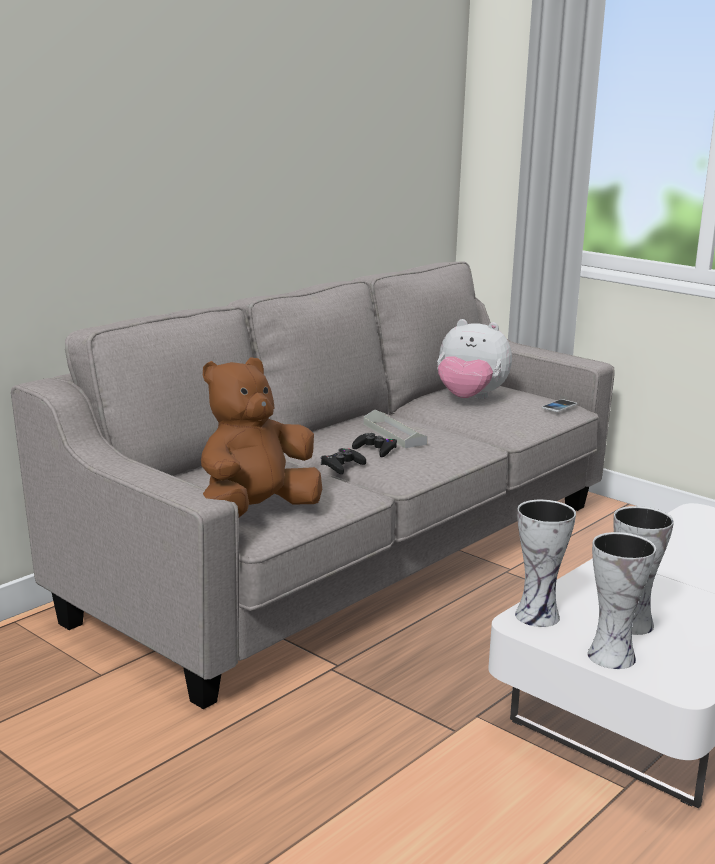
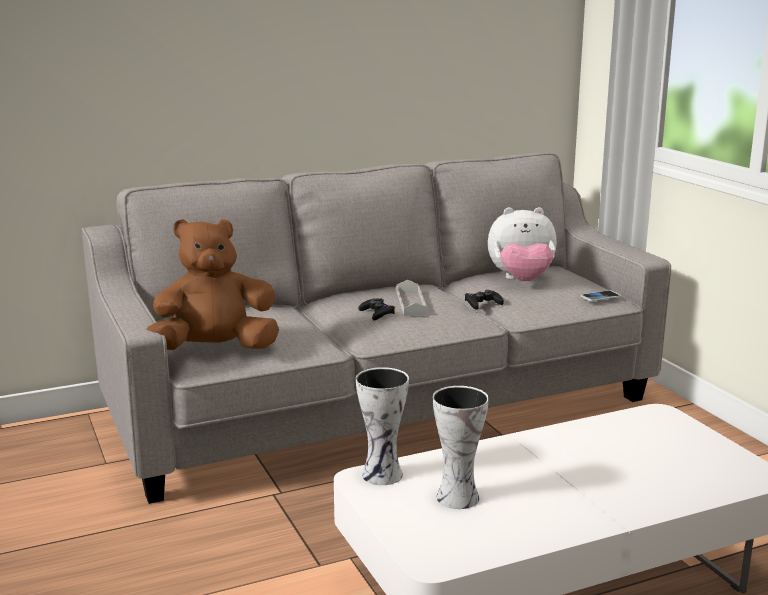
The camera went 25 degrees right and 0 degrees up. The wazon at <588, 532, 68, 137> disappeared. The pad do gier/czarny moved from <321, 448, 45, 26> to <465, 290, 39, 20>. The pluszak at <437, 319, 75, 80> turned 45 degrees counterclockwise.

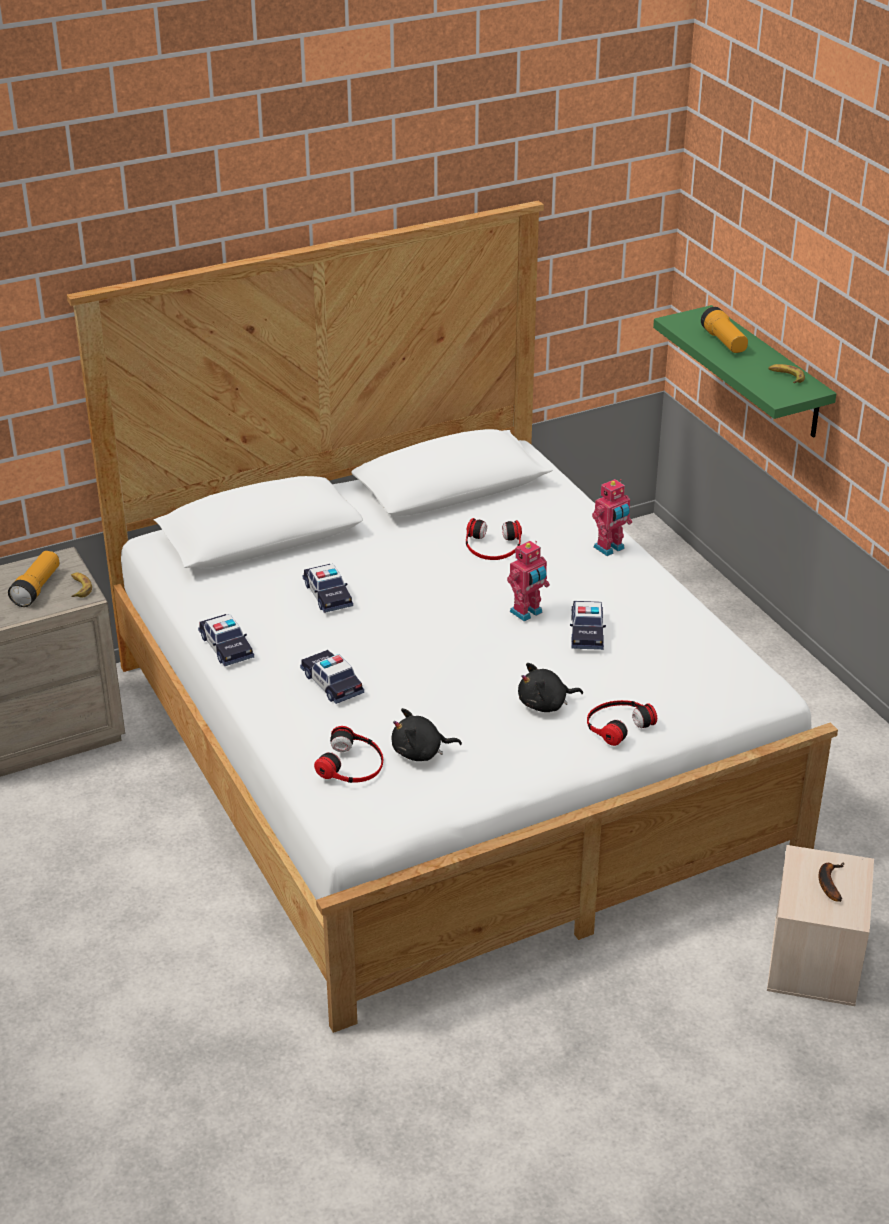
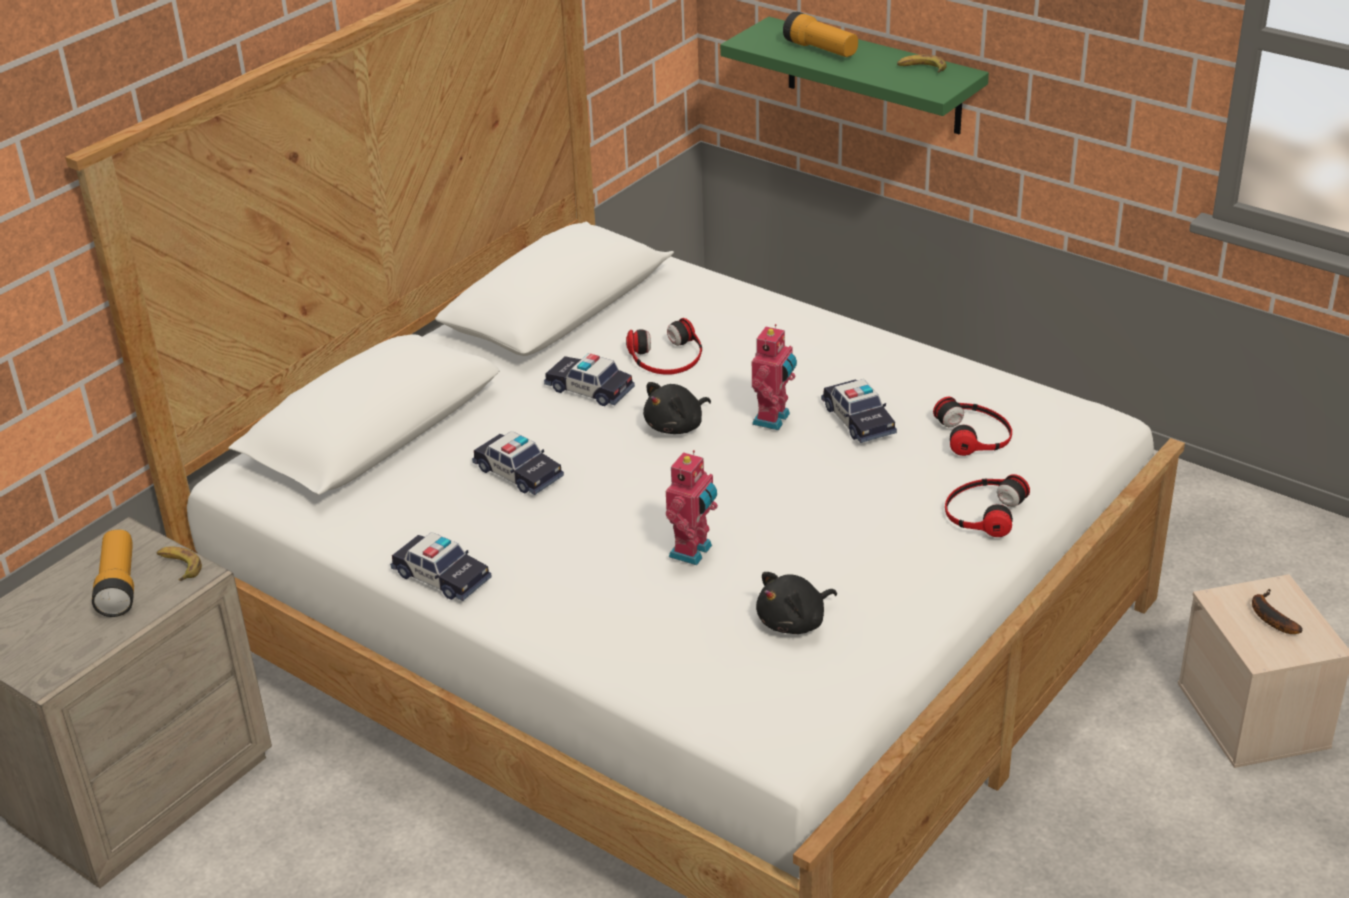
The camera went 25 degrees left and 0 degrees up. The samochodzik moved from <300, 650, 64, 54> to <544, 353, 91, 53>. The słuchawki moved from <314, 726, 69, 57> to <933, 397, 79, 59>. The pluszak/czarny moved from <518, 663, 65, 49> to <643, 382, 68, 52>. The robot zabawkowy moved from <592, 479, 40, 77> to <666, 450, 52, 115>.

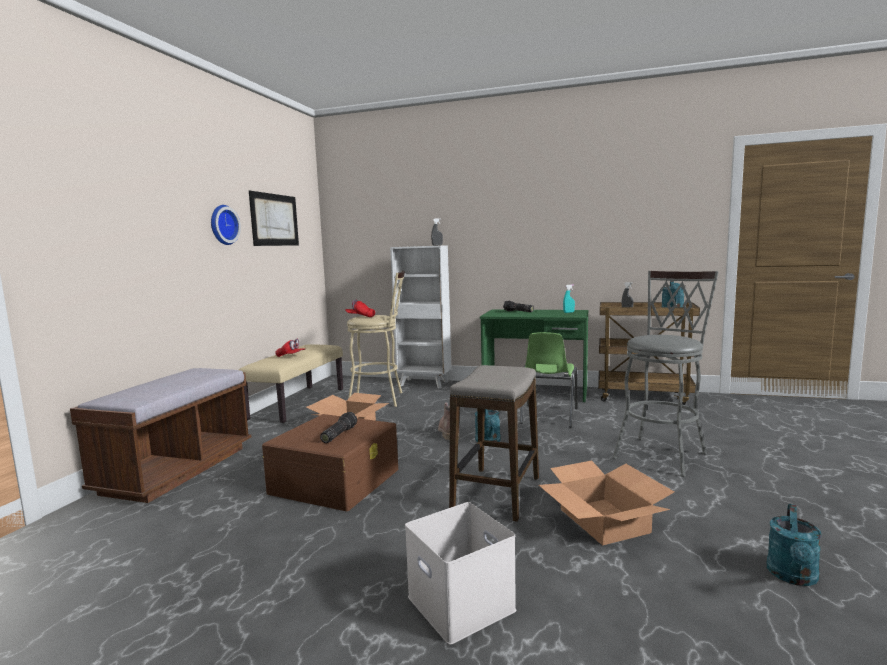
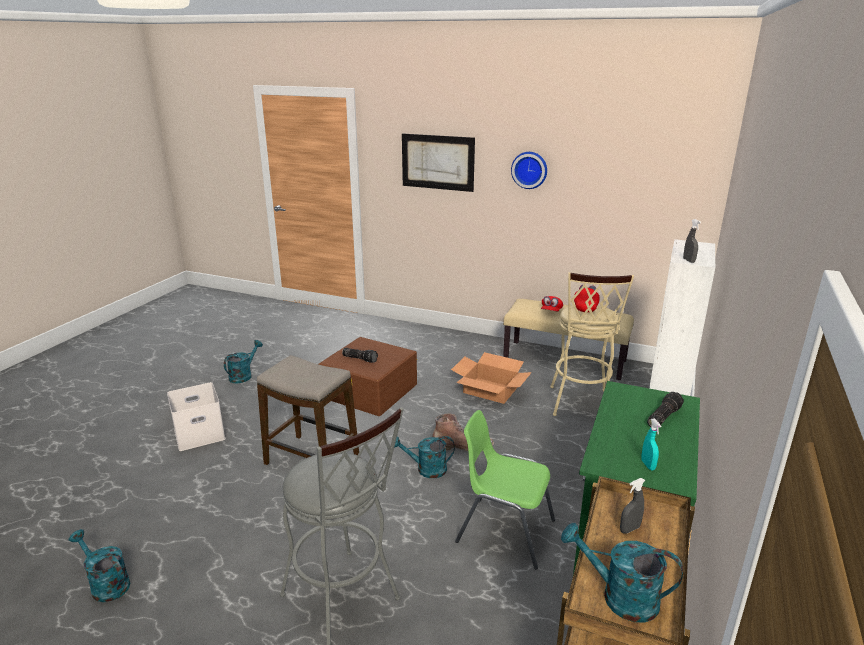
The camera went 95 degrees right and 15 degrees up. The ławka/brązowy at <70, 368, 181, 135> disappeared. The karton at <539, 461, 135, 85> disappeared. The konewka/turkusowy at <224, 340, 39, 43> appeared. The obraz moved from <249, 191, 50, 55> to <402, 133, 73, 59>.

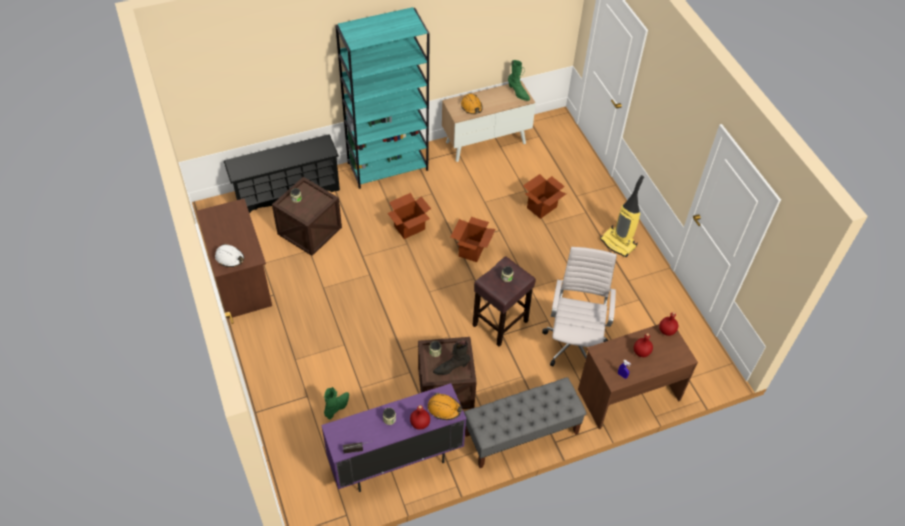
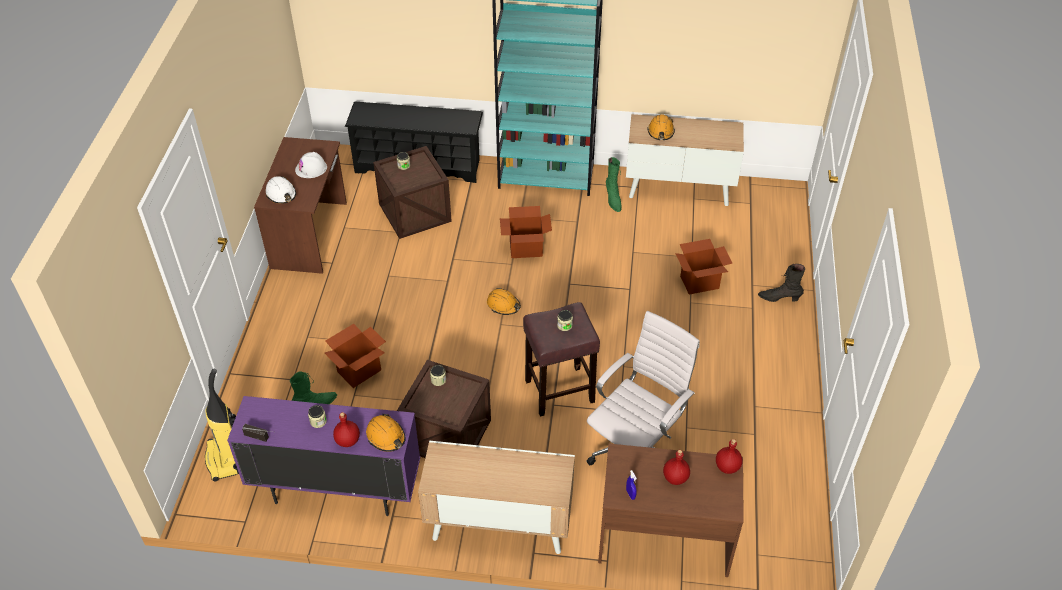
The camera went 30 degrees right and 5 degrees down. The kask/biały at <295, 152, 32, 26> appeared. The kask/pomarańczowy at <487, 288, 34, 27> appeared. The but z cholewką/czarny moved from <433, 340, 37, 35> to <758, 264, 47, 38>. The karton moved from <450, 217, 46, 45> to <325, 324, 61, 64>. The but z cholewką/zielony moved from <508, 60, 22, 41> to <606, 157, 16, 55>. The odkurzacz moved from <600, 175, 44, 82> to <205, 369, 34, 112>. The ławka/szary at <464, 377, 123, 91> was replaced by the szafka at <418, 441, 157, 113>.

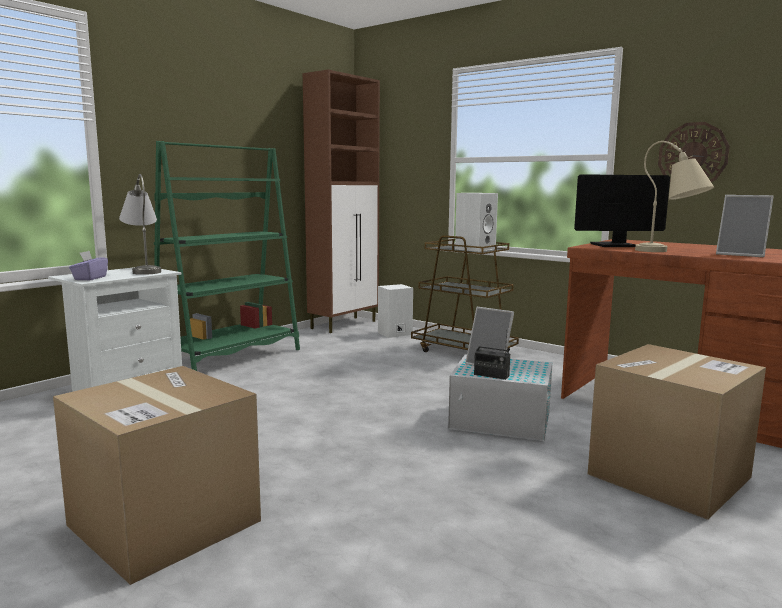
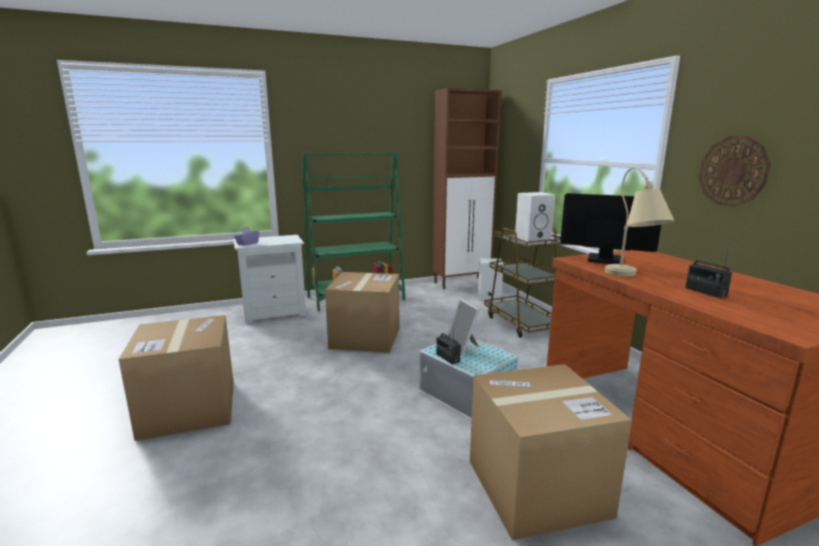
The camera went 30 degrees right and 5 degrees up. The lampa stołowa/szary at <119, 174, 42, 101> disappeared. The karton at <325, 272, 75, 81> appeared. The ramka na zdjęcie at <716, 195, 58, 62> was replaced by the radio at <685, 245, 47, 53>.

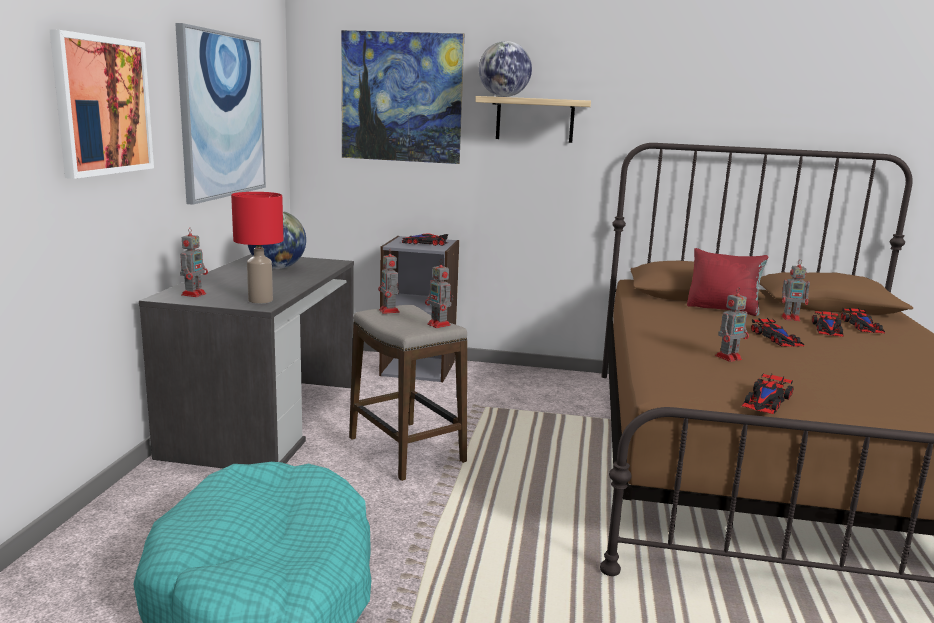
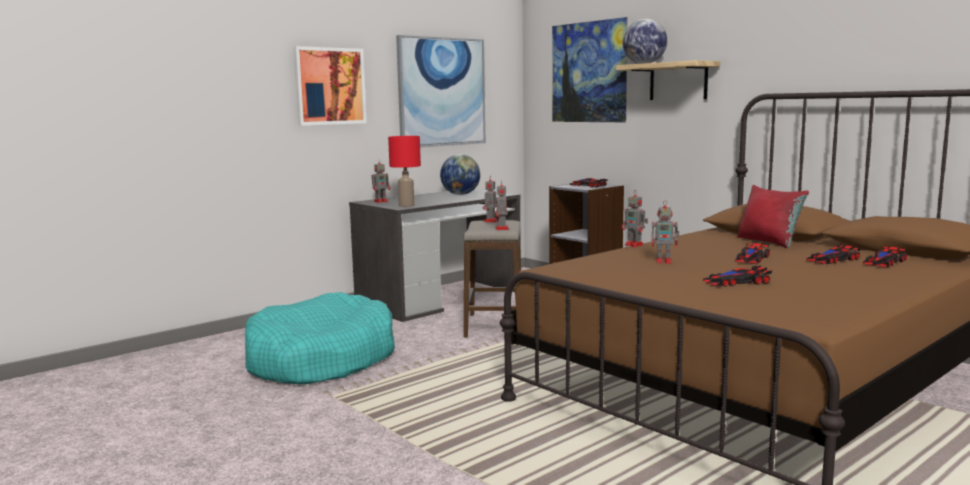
The camera went 40 degrees right and 5 degrees down. The samochodzik moved from <742, 374, 52, 40> to <703, 265, 69, 22>. The robot zabawkowy moved from <781, 259, 29, 62> to <622, 190, 26, 57>.

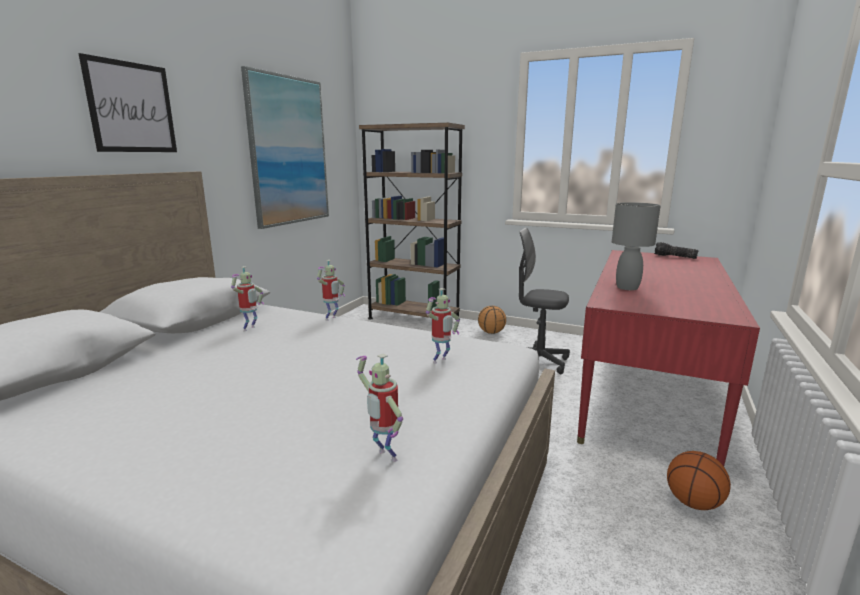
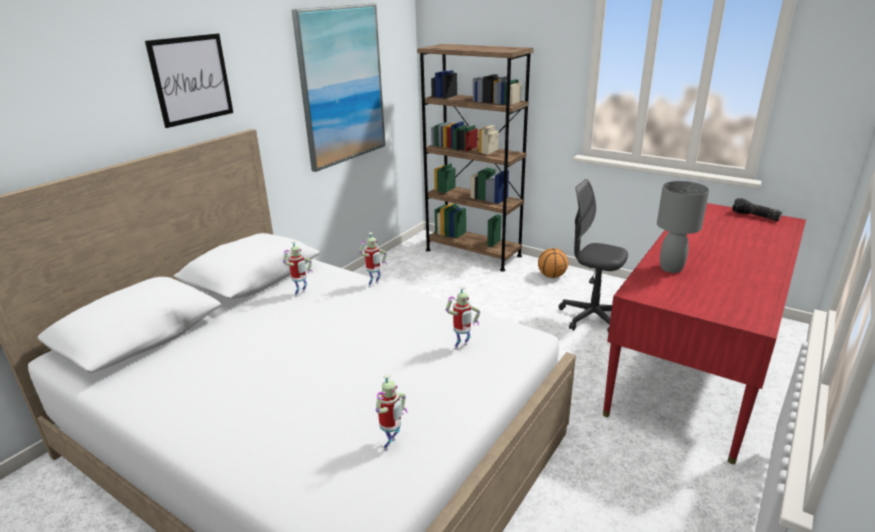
The camera went 10 degrees right and 10 degrees up. The piłka do koszykówki at <667, 451, 64, 59> disappeared. The robot zabawkowy at <356, 354, 47, 108> turned 120 degrees counterclockwise.

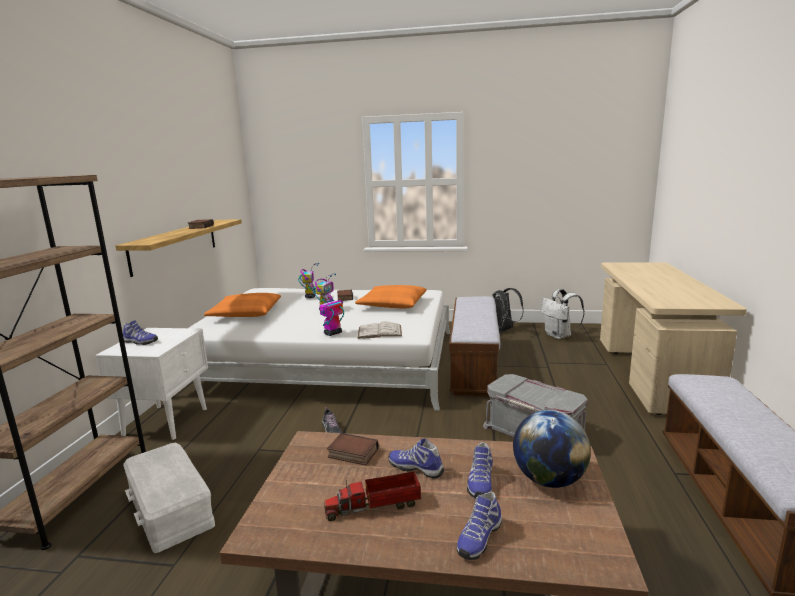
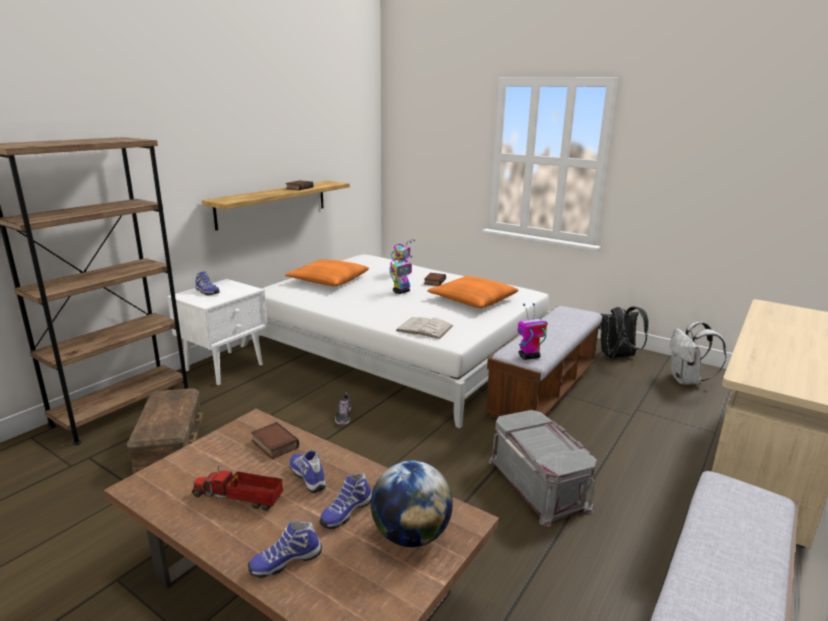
The camera went 25 degrees right and 5 degrees up. The robot zabawkowy moved from <320, 289, 24, 47> to <518, 303, 30, 57>. The pojemnik do przechowywania/biały at <123, 443, 92, 110> became the pojemnik do przechowywania/brązowy at <127, 388, 76, 86>.

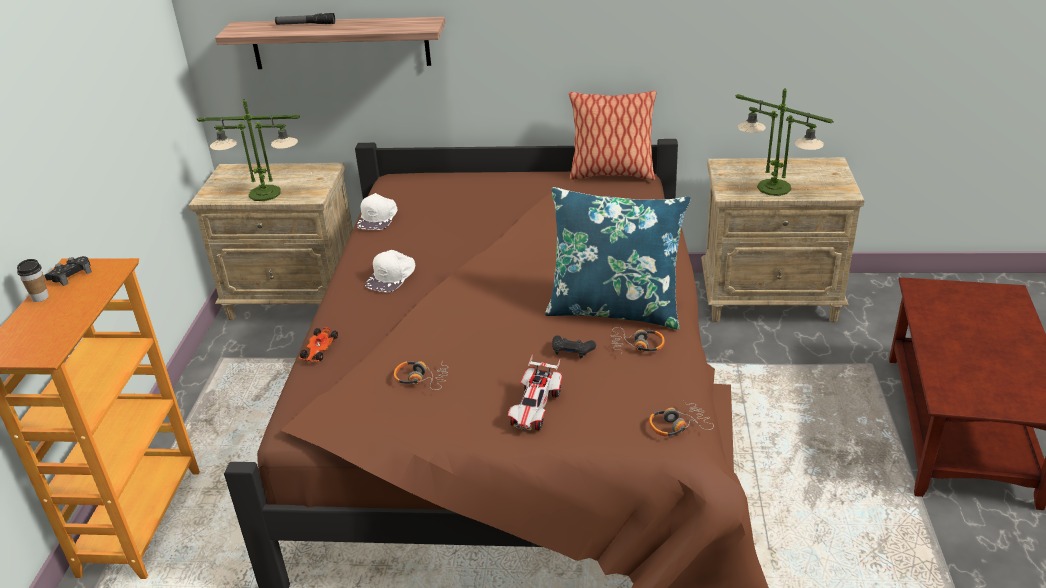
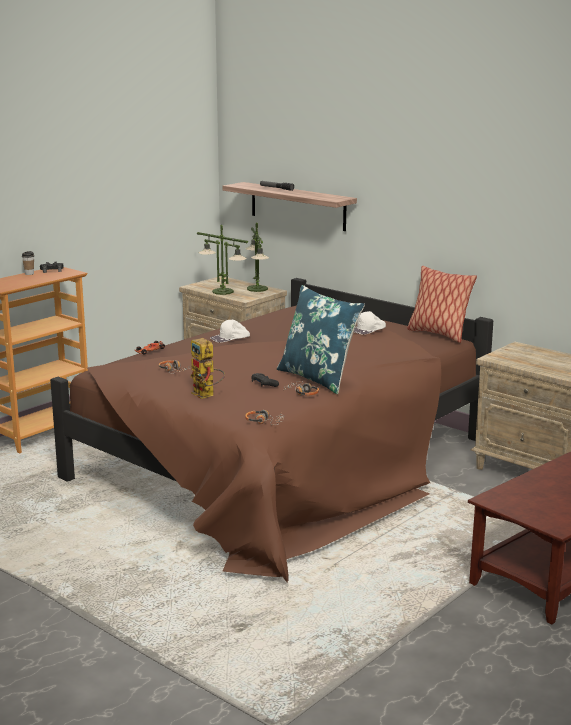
The camera went 35 degrees right and 15 degrees down. The czapka z daszkiem/biały moved from <357, 193, 40, 37> to <354, 311, 32, 24>. The lampa stołowa moved from <735, 88, 99, 108> to <246, 223, 23, 69>. The samochodzik at <508, 355, 55, 76> was replaced by the robot zabawkowy at <190, 338, 35, 61>.

